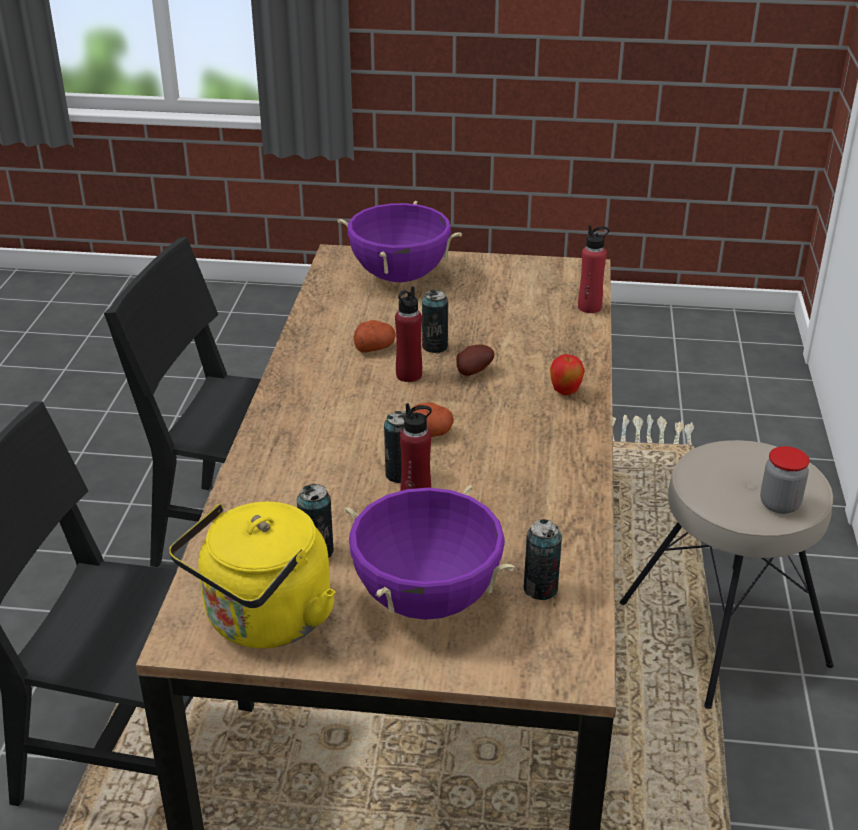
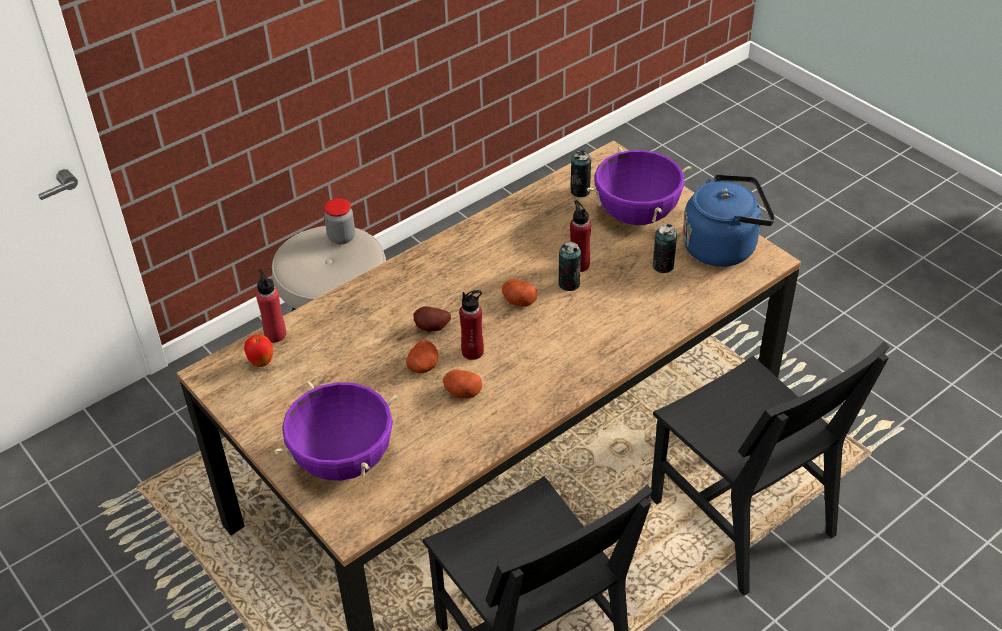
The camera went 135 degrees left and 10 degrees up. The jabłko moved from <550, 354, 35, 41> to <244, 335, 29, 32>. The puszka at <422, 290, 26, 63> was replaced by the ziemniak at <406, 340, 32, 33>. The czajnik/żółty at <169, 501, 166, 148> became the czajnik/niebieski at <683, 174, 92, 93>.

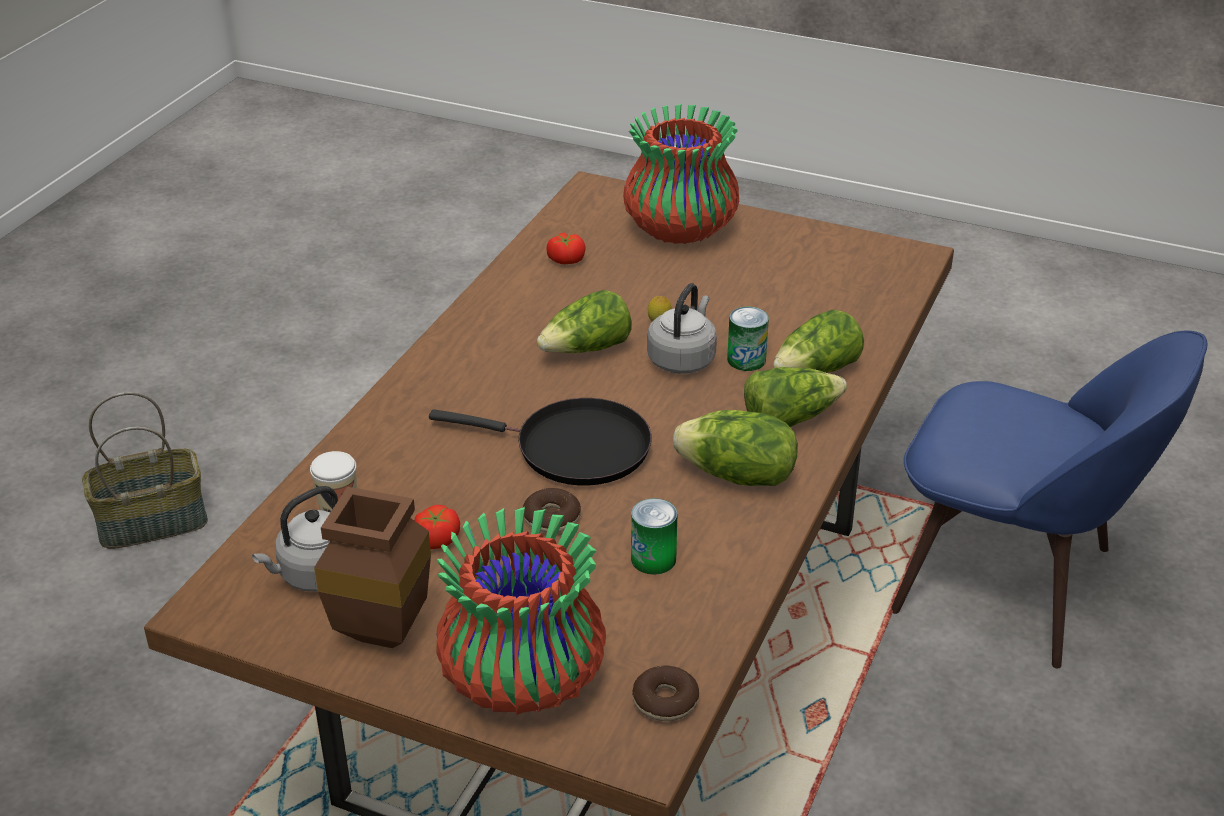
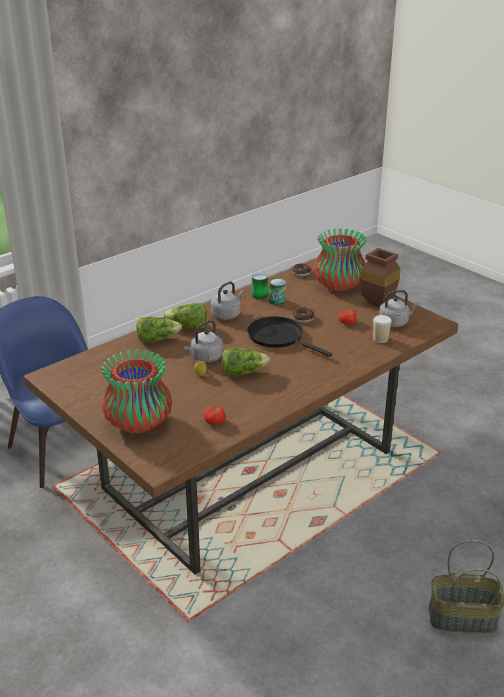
The camera went 155 degrees left and 5 degrees down. The puszka moved from <727, 307, 42, 64> to <252, 273, 16, 26>. The sałata at <673, 410, 125, 76> was replaced by the czajnik/szary at <211, 282, 33, 38>.

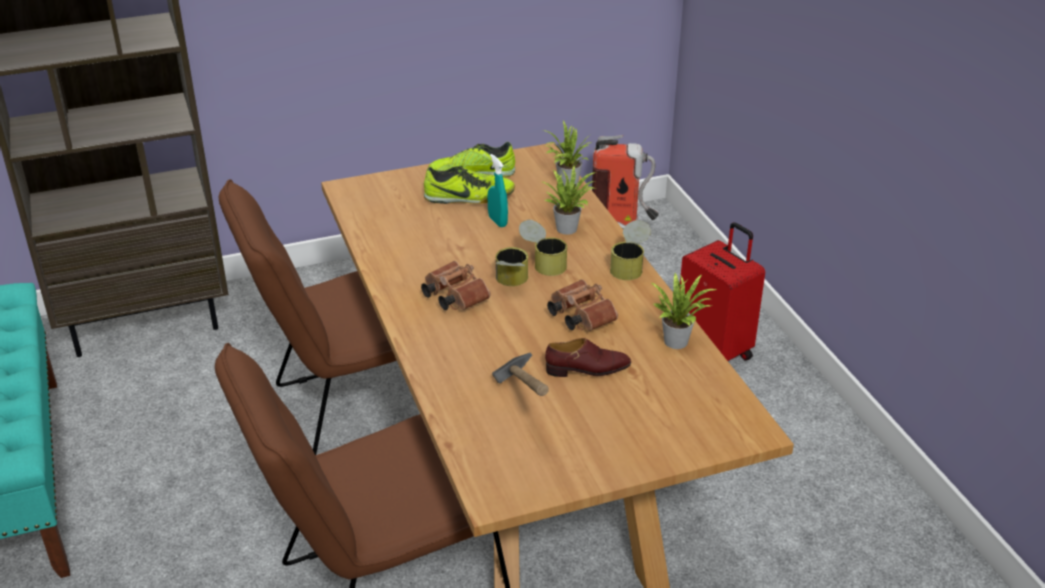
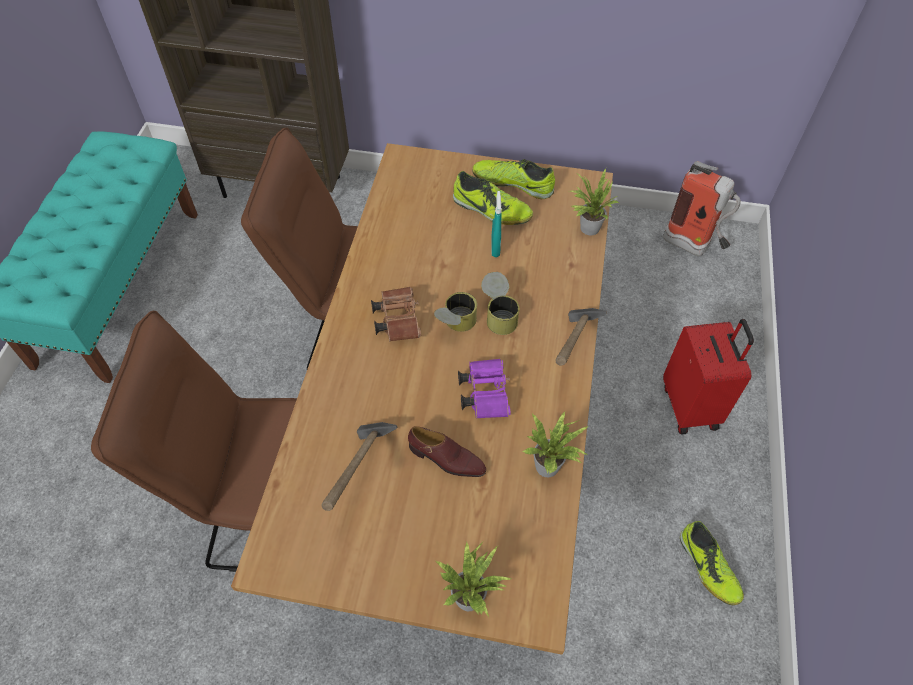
The camera went 30 degrees right and 20 degrees up. The but at <680, 521, 64, 84> appeared. The roślina doniczkowa moved from <543, 166, 53, 69> to <436, 542, 75, 75>. The puszka at <610, 220, 41, 60> was replaced by the młotek at <555, 308, 52, 57>. The lornetka/brązowy at <547, 279, 71, 52> became the lornetka/fioletowy at <458, 359, 52, 60>.

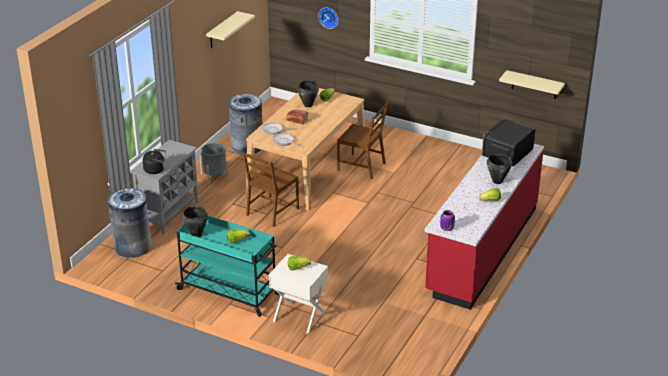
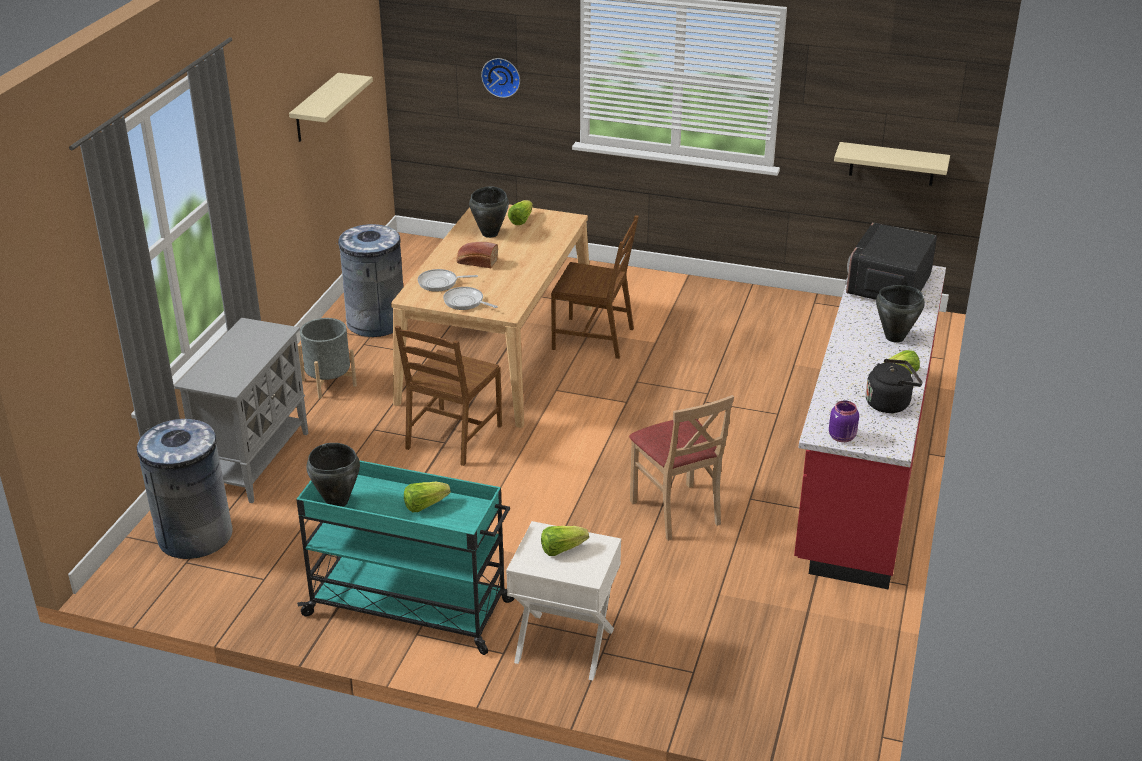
The camera went 10 degrees left and 0 degrees up. The krzesło/beżowy at <629, 395, 105, 146> appeared. The czajnik/czarny moved from <143, 149, 23, 25> to <866, 359, 57, 54>.

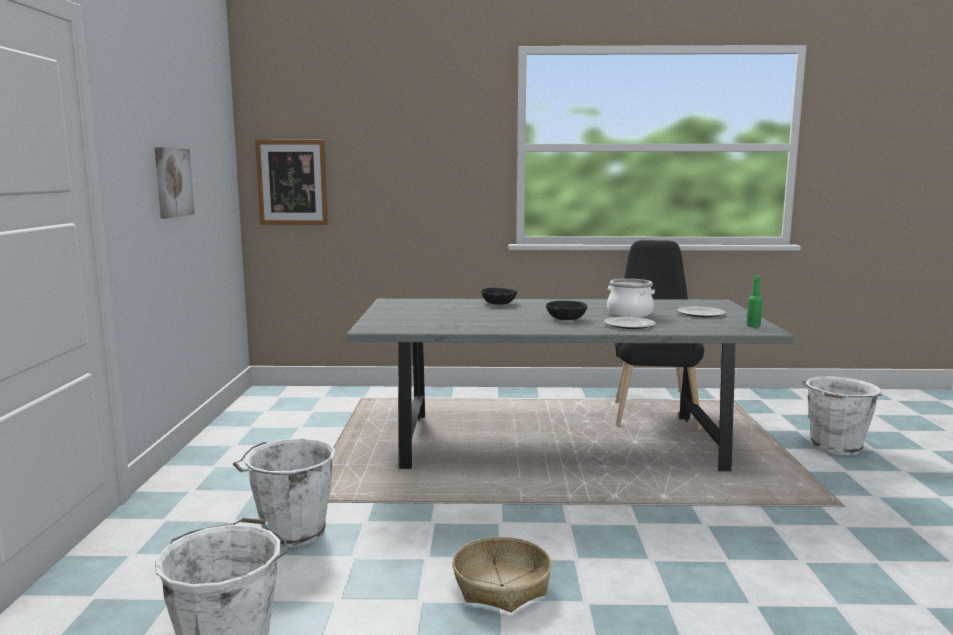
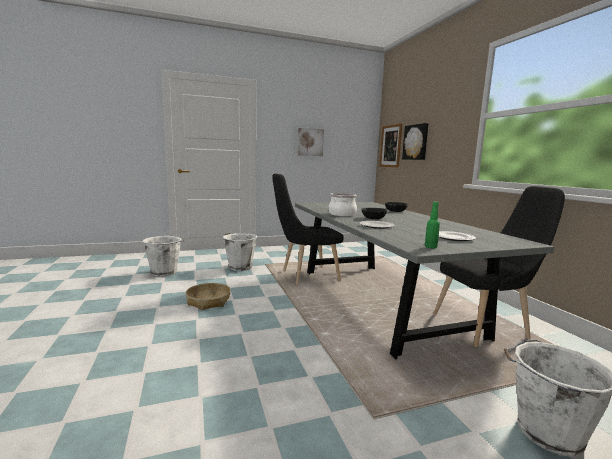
The camera went 70 degrees right and 0 degrees up. The krzesło/czarny at <272, 174, 72, 111> appeared. The obraz at <402, 123, 27, 37> appeared. The garnek moved from <607, 279, 48, 38> to <328, 193, 29, 23>.

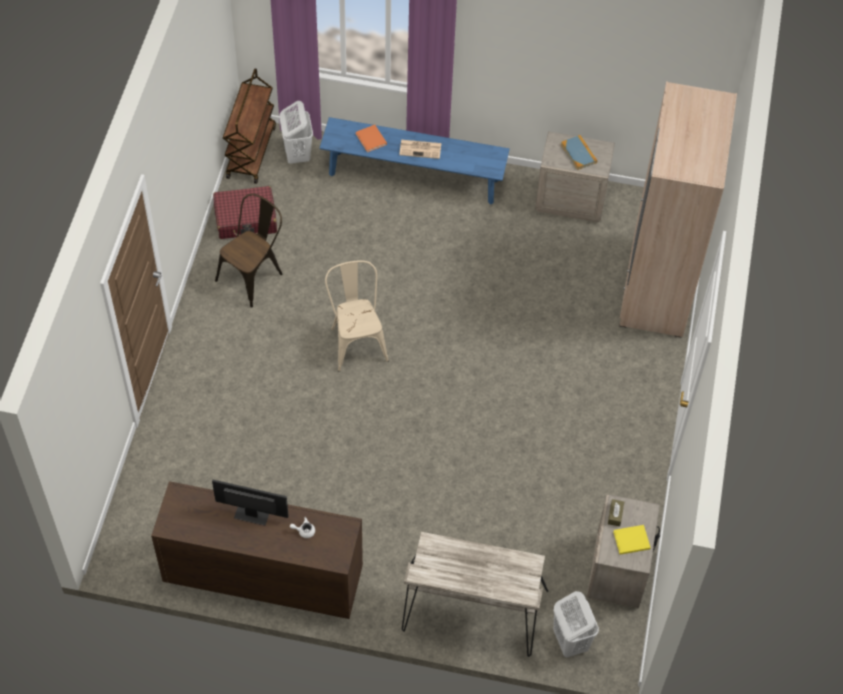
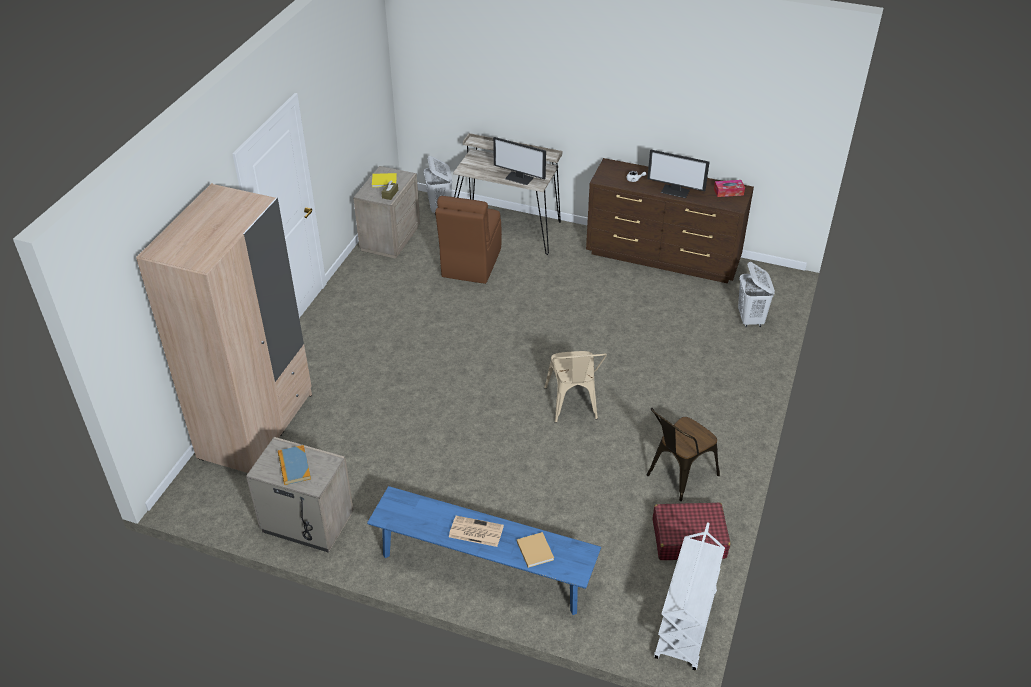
The camera went 170 degrees left and 15 degrees down. The krzesło/brązowy at <435, 196, 67, 88> appeared. The monitor at <493, 137, 53, 48> appeared. The pudełko chusteczek at <714, 180, 31, 17> appeared. The kosz na pranie/biały moved from <279, 101, 34, 63> to <738, 262, 37, 66>. The wózek/brązowy at <223, 69, 53, 115> became the wózek/biały at <654, 522, 71, 148>. The książka/pomarańczowy at <356, 125, 31, 27> became the książka/beżowy at <517, 532, 37, 36>.

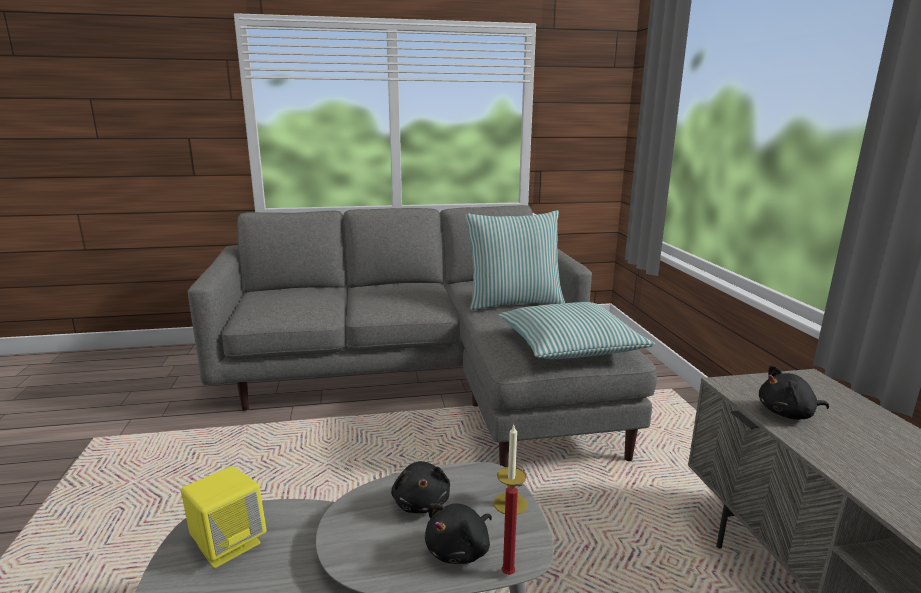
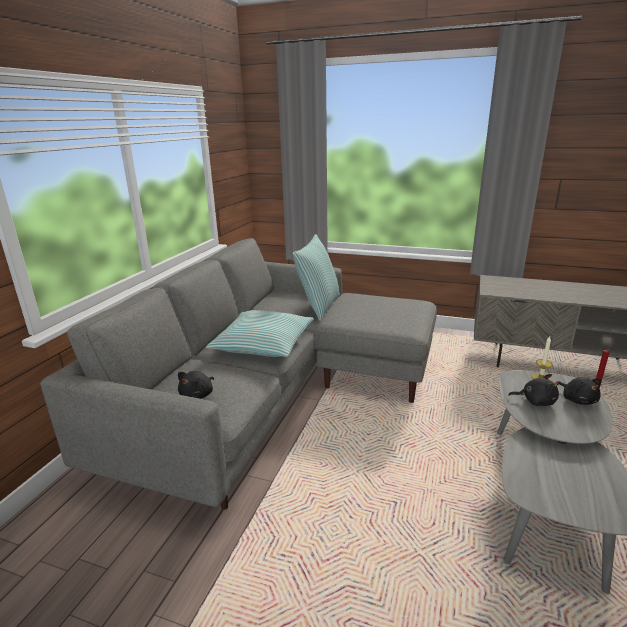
The camera went 60 degrees left and 5 degrees up. The głośnik/żółty at <181, 466, 86, 102> disappeared. The poduszka moved from <498, 302, 157, 57> to <206, 310, 108, 47>. The pluszak/czarny moved from <759, 365, 70, 55> to <178, 371, 36, 28>.

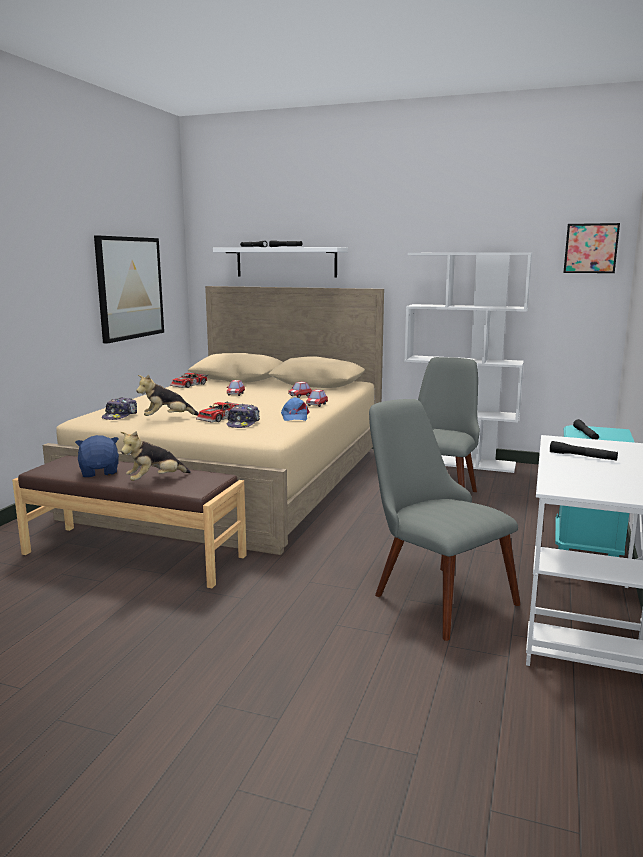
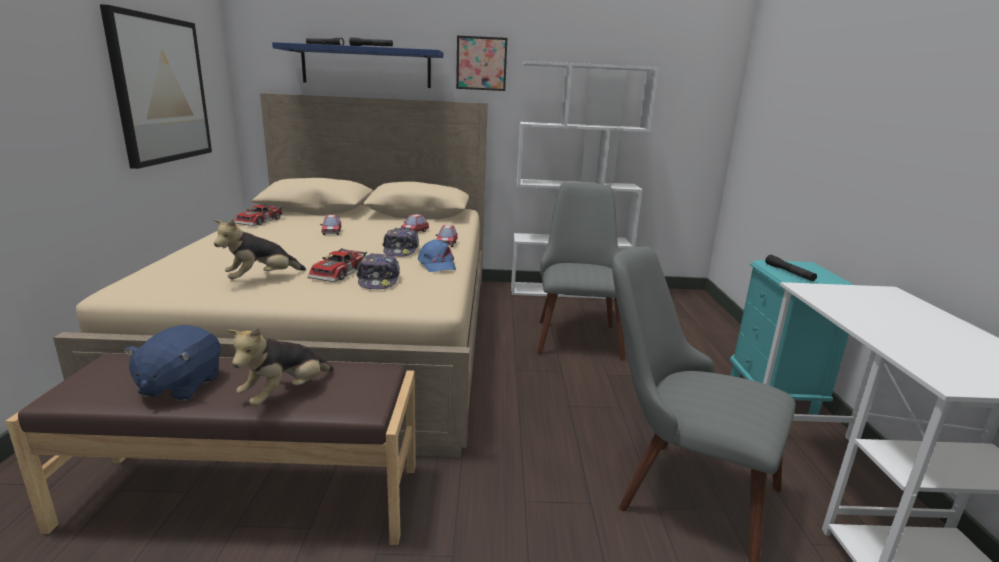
The camera went 20 degrees left and 5 degrees up. The latarka/czarny at <550, 441, 68, 20> disappeared. The czapka z daszkiem moved from <102, 397, 35, 23> to <383, 228, 36, 29>. The obraz moved from <563, 223, 57, 50> to <456, 36, 51, 55>. The półka/biały at <213, 247, 135, 30> became the półka/niebieski at <272, 42, 171, 46>. The pluszak/niebieski at <75, 435, 44, 42> turned 135 degrees counterclockwise.

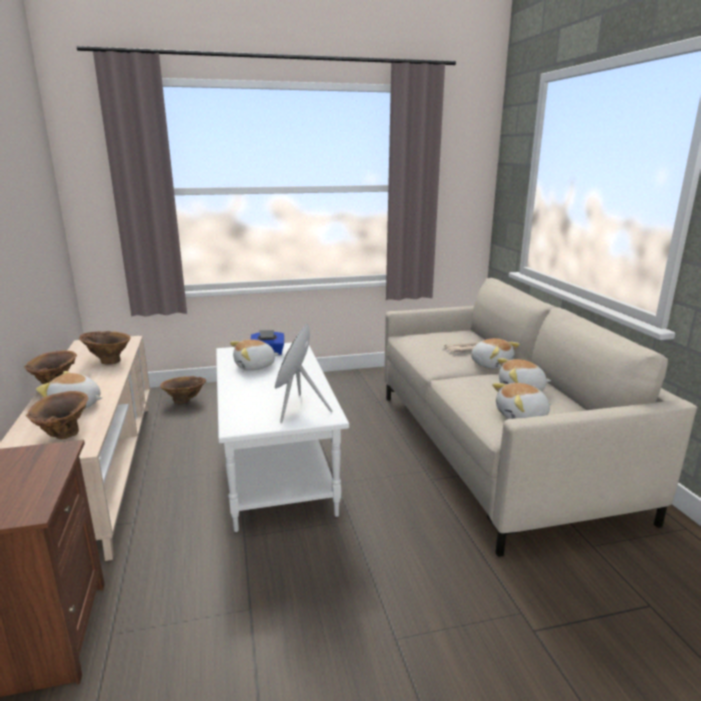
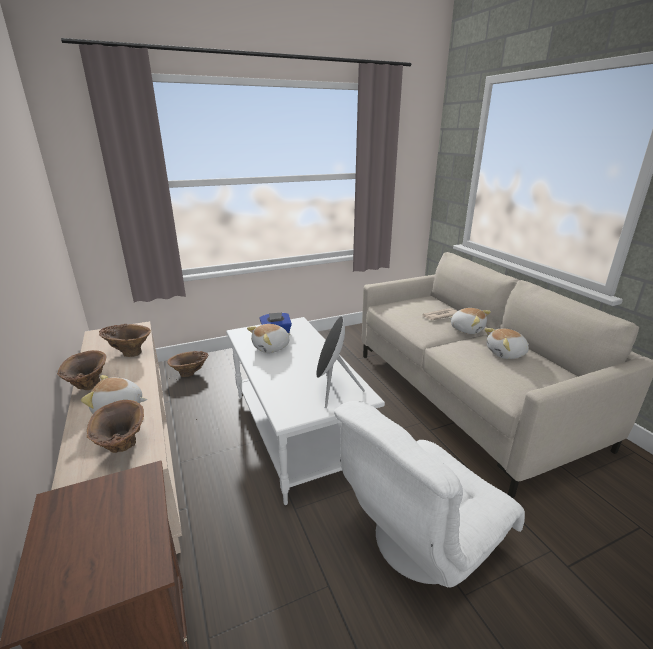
The camera went 10 degrees left and 5 degrees up. The pluszak at <492, 383, 59, 36> disappeared. The fotel/biały at <334, 401, 191, 186> appeared.

